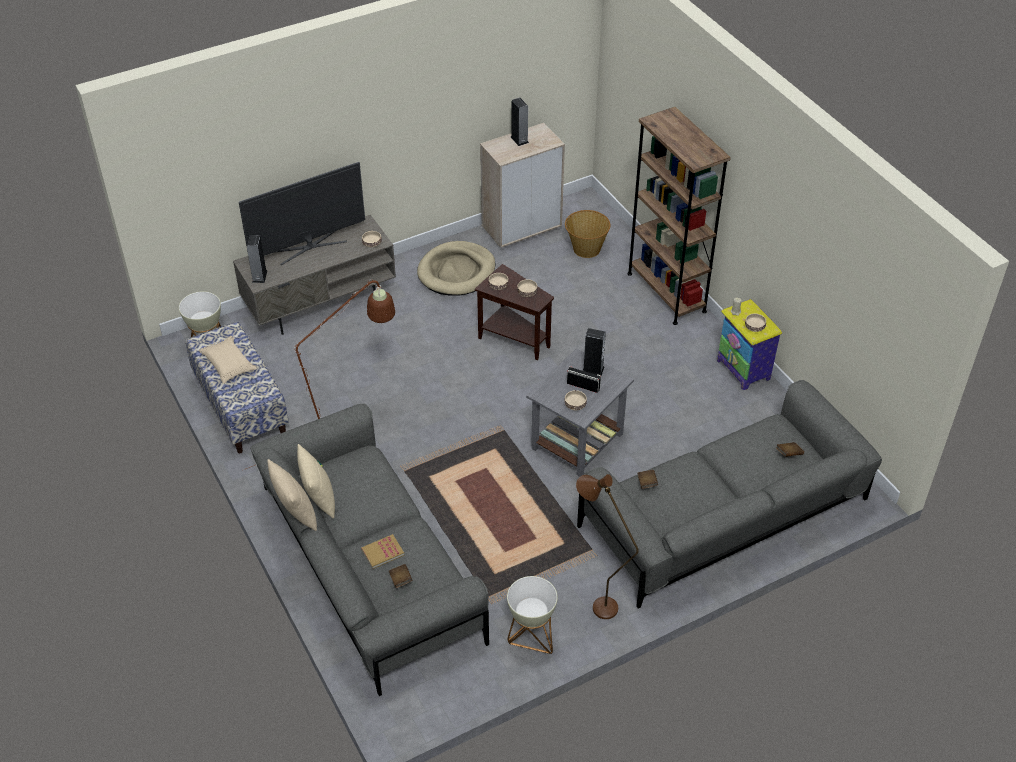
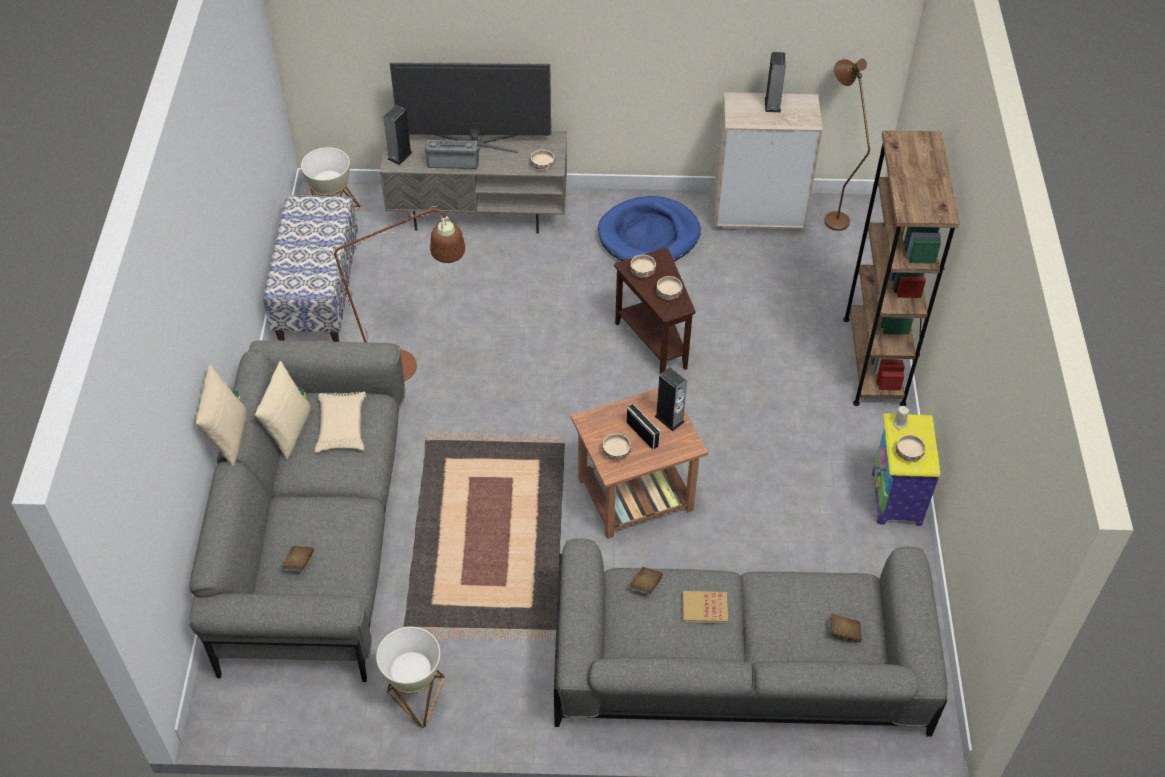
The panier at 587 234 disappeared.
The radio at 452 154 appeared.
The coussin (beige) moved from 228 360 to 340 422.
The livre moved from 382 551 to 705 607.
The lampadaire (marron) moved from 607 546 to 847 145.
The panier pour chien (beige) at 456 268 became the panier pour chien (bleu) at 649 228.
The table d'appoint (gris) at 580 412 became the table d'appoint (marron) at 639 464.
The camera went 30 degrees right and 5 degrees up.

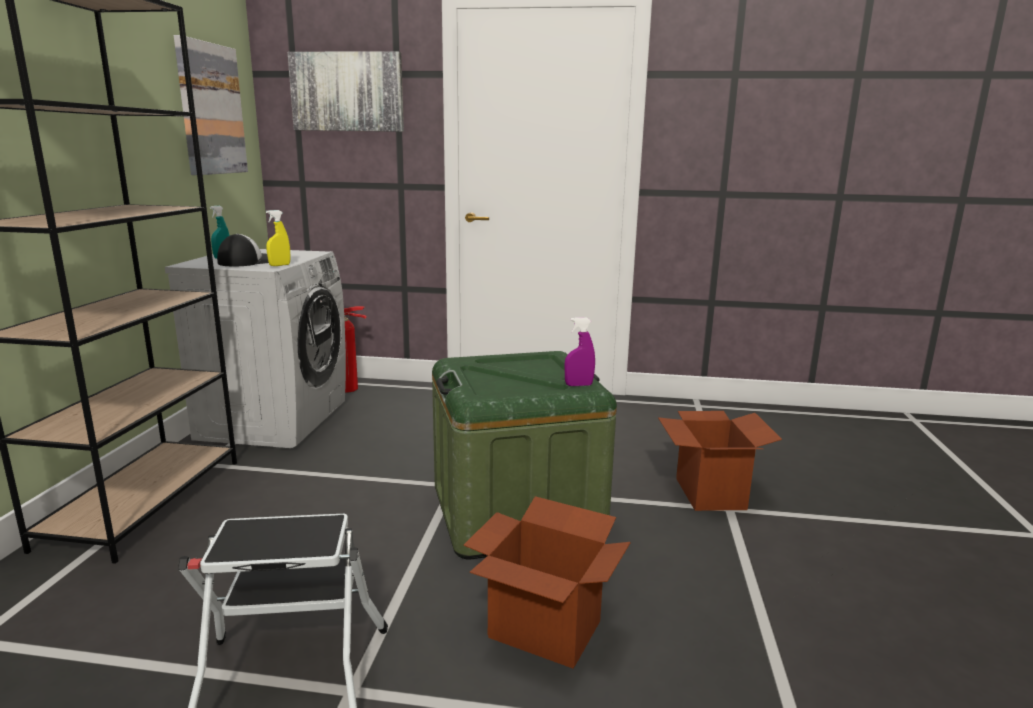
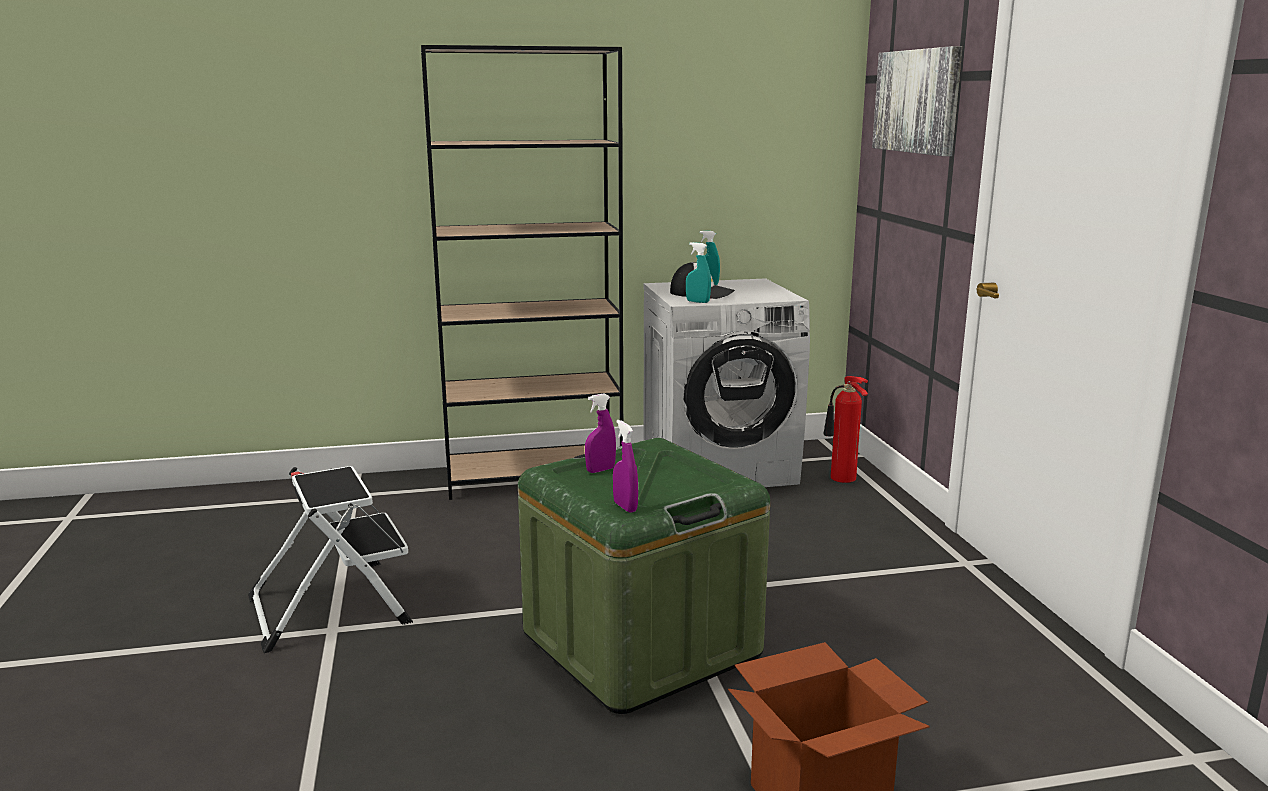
The tableau at 211 105 disappeared.
The carton at 547 582 disappeared.
The vaporisateur (violet) at 600 433 appeared.
The vaporisateur (jaune) at 278 238 became the vaporisateur (turquoise) at 698 272.
The camera went 70 degrees right and 0 degrees up.

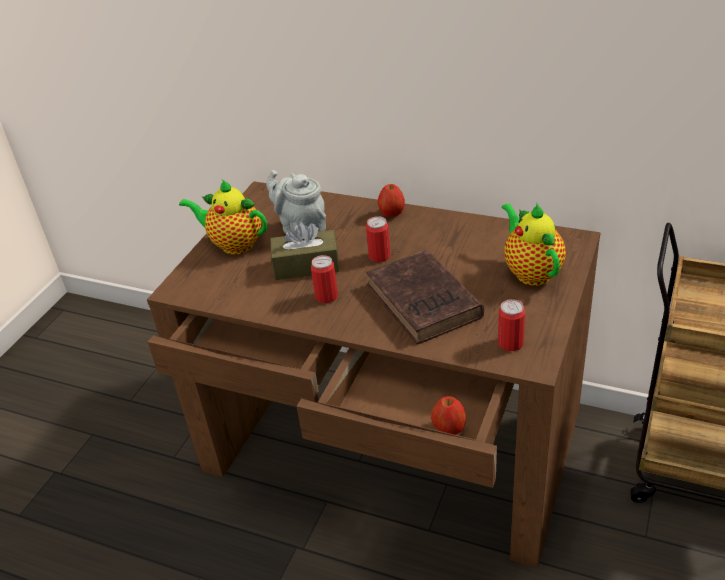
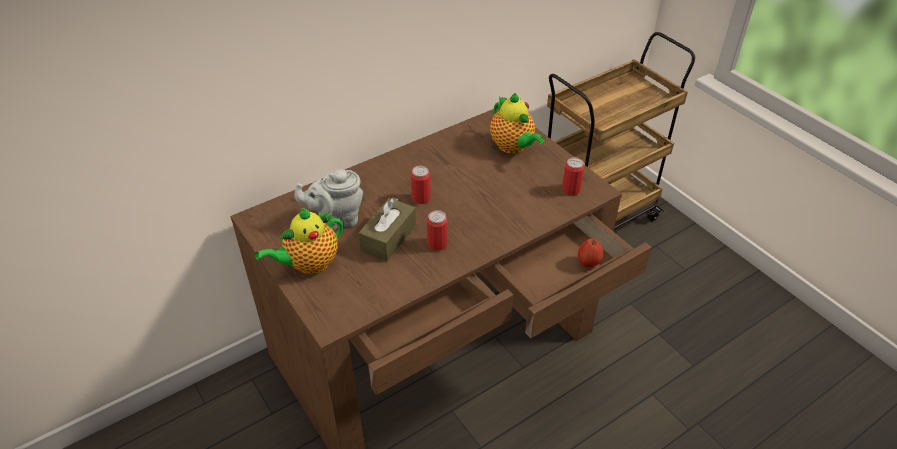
The livre (marron) at 425 297 disappeared.
The pomme at 391 200 disappeared.
The théière at 534 244 turned 135 degrees counterclockwise.
The camera went 60 degrees left and 5 degrees up.

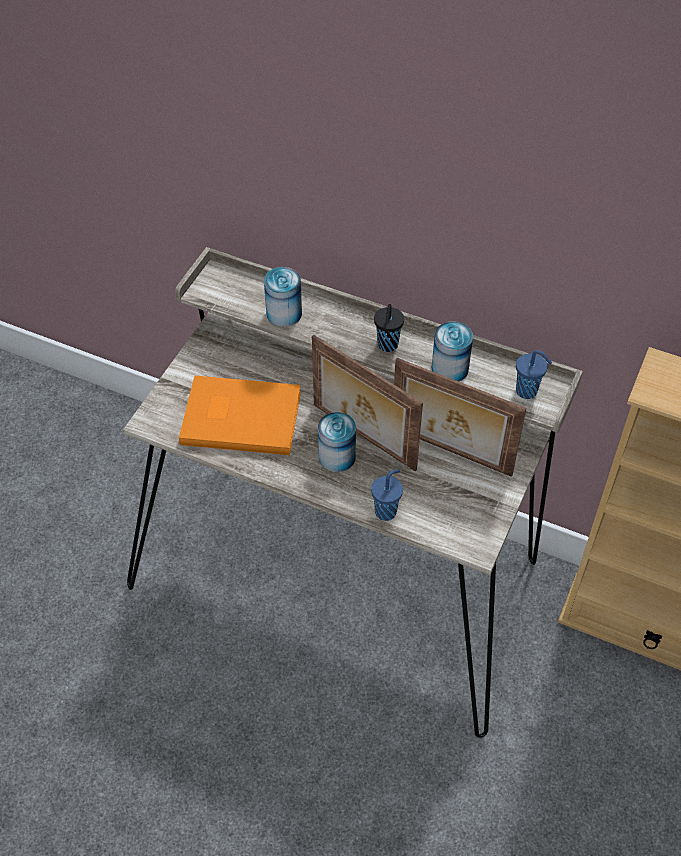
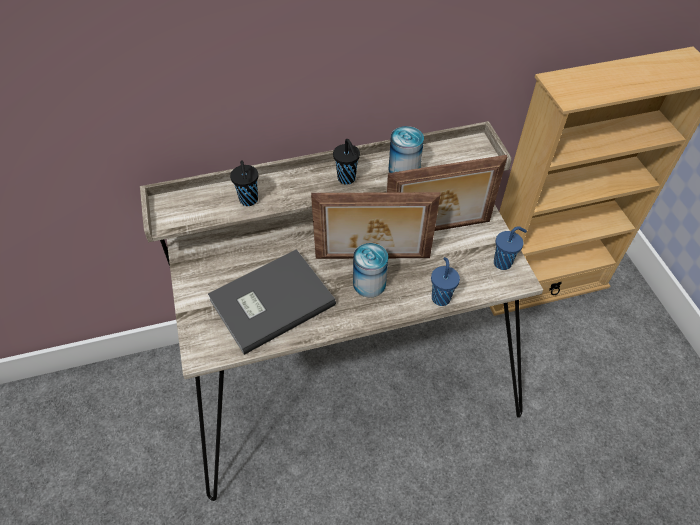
The tasse (bleu) moved from 534 374 to 510 248.
The boîte métallique at 283 297 was replaced by the tasse (noir) at 244 183.
The livre (orange) at 240 415 became the livre (gris) at 272 302.
The camera went 40 degrees left and 0 degrees up.

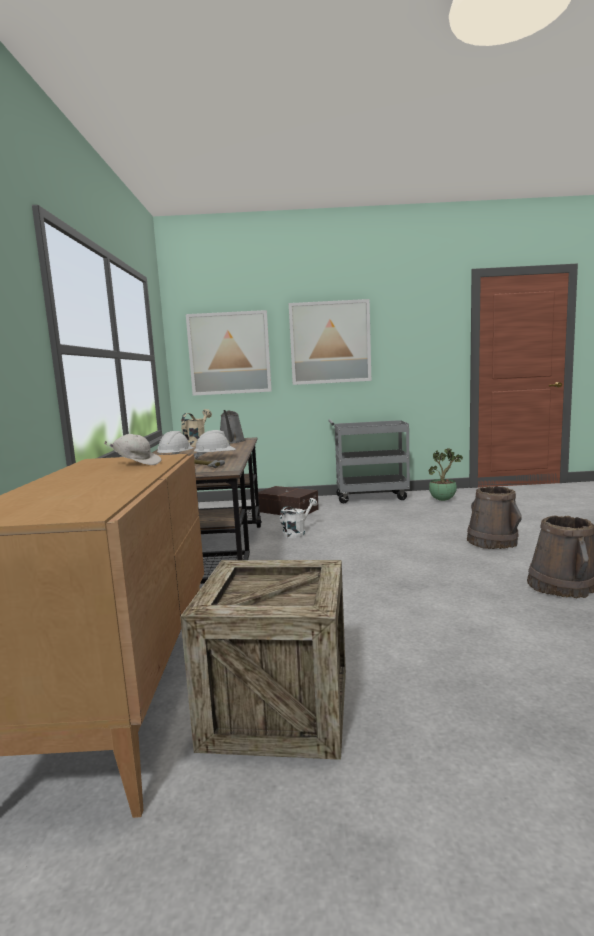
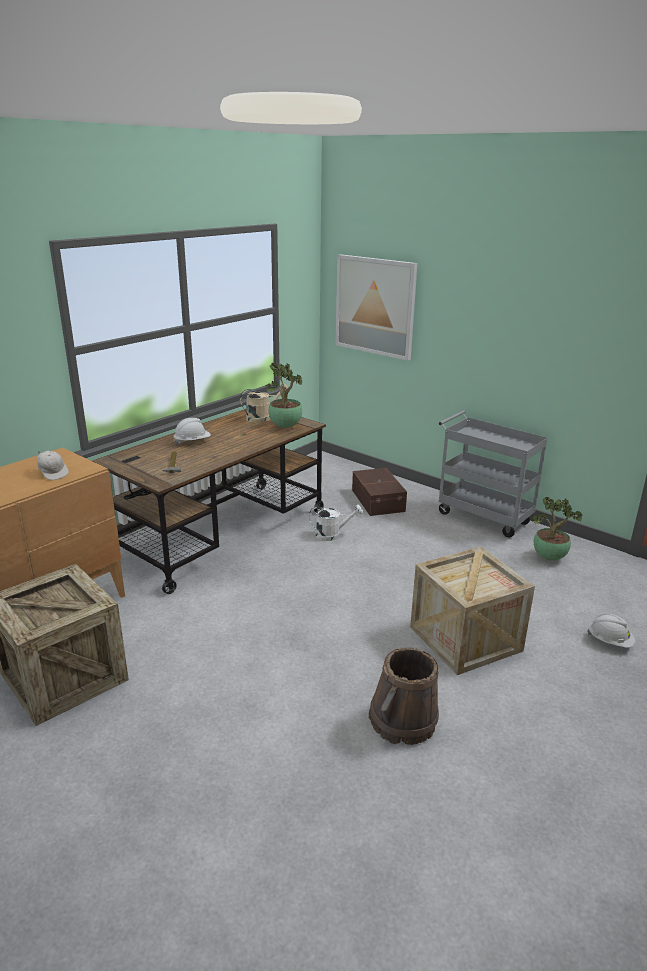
The tableau at 330 342 disappeared.
The casque de chantier (blanc) moved from 215 444 to 611 631.
The arrosoir (gris) at 232 427 was replaced by the plante en pot at 283 395.
The seau (marron) at 494 517 was replaced by the caisse at 472 611.
The camera went 40 degrees right and 15 degrees up.

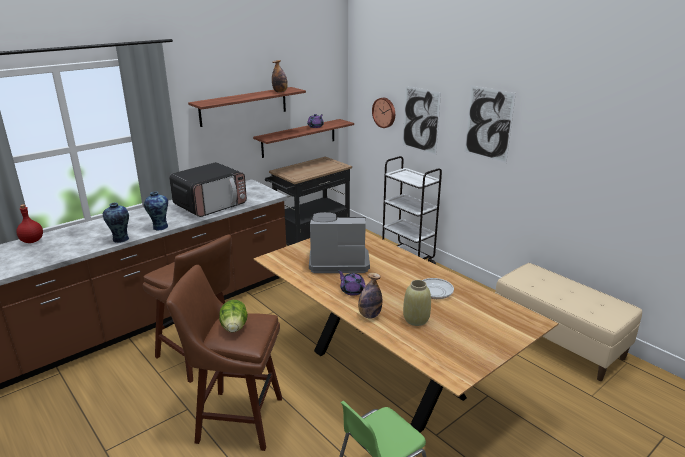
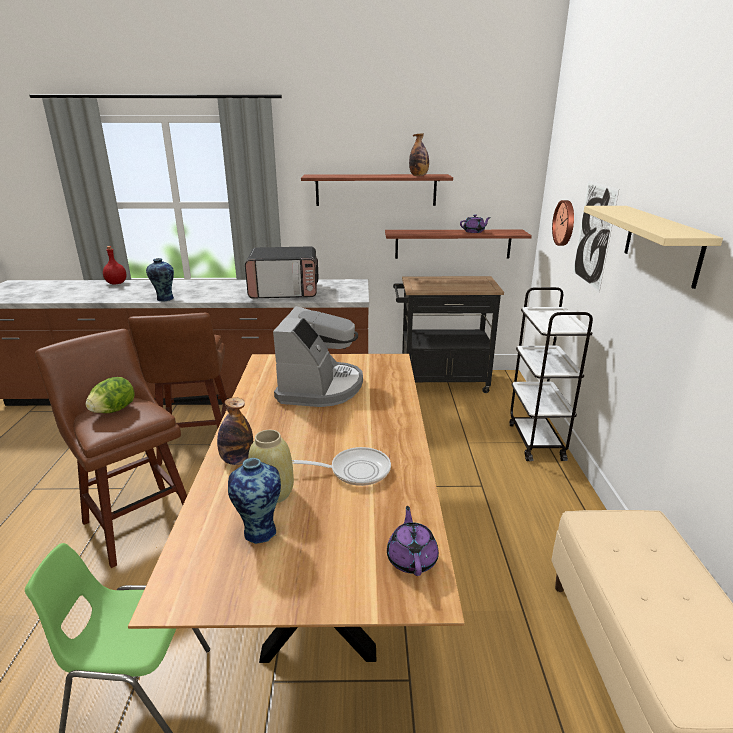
The vase moved from 156 211 to 254 501.
The théière (violet) moved from 352 283 to 413 541.
The tableau at 490 124 was replaced by the étagère (beige) at 653 247.
The machine à café at 339 242 turned 60 degrees clockwise.
The camera went 40 degrees right and 0 degrees up.

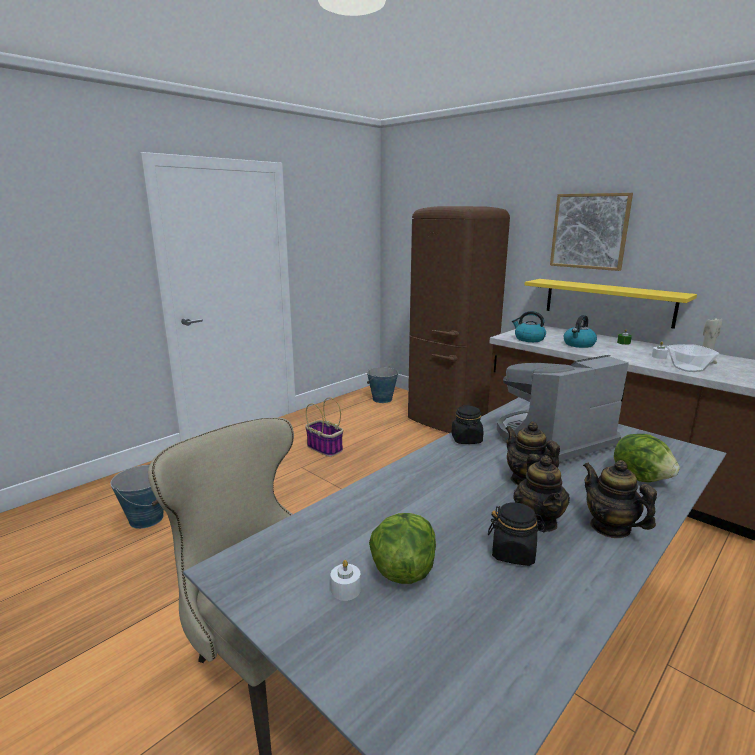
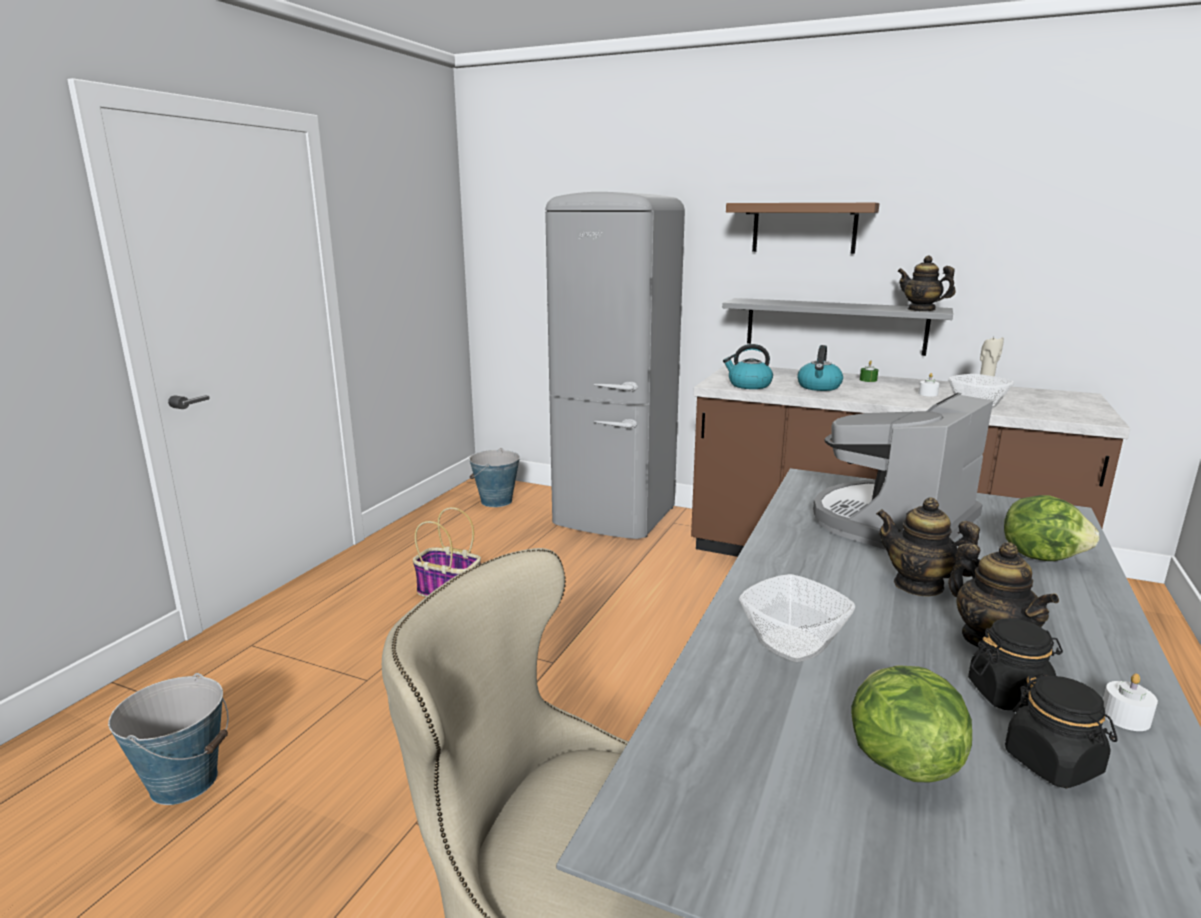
The bol at 797 618 appeared.
The bougie (blanc) moved from 346 580 to 1130 702.
The bocal (noir) moved from 467 424 to 1061 730.
The théière moved from 620 499 to 926 283.
The tableau at 591 232 was replaced by the étagère (marron) at 802 228.
The réfrigérateur (marron) at 459 319 became the réfrigérateur (gris) at 615 365.
The étagère (jaune) at 611 304 became the étagère (gris) at 837 327.
The camera went 20 degrees left and 0 degrees up.

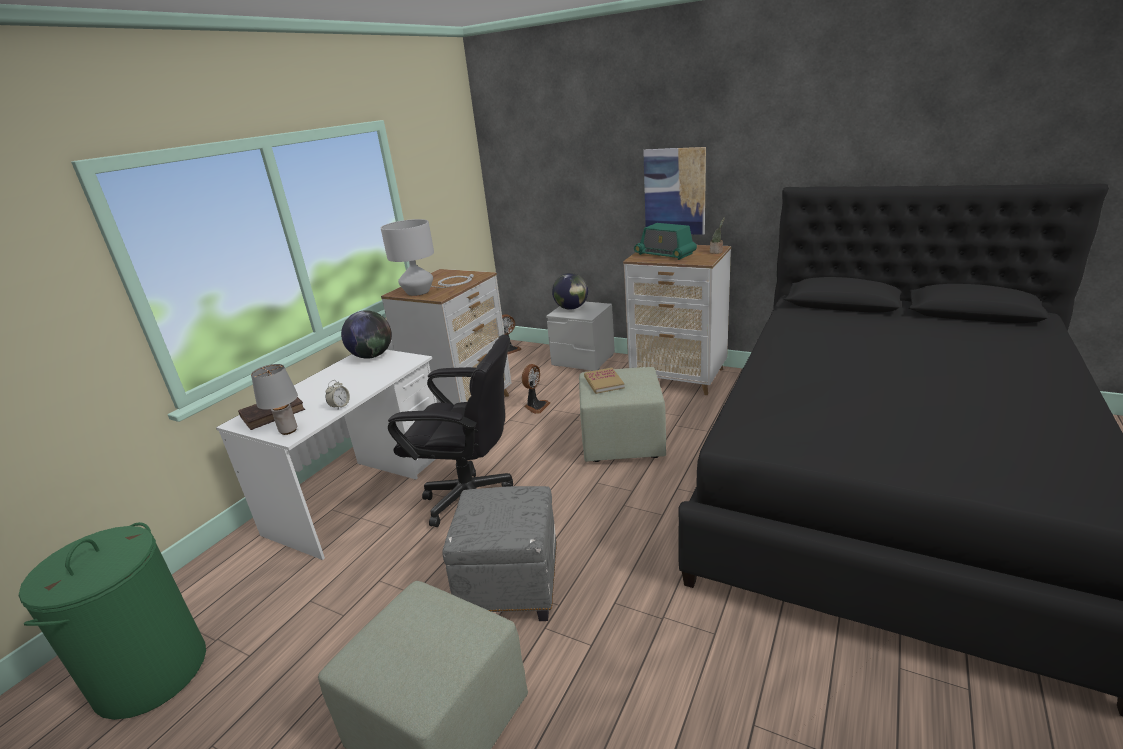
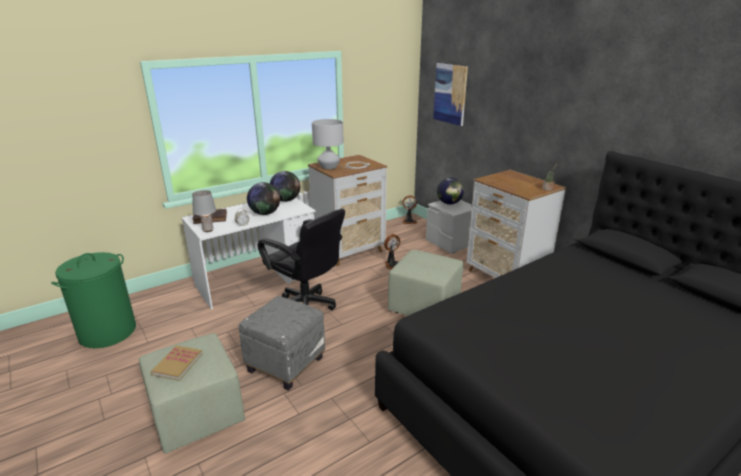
The radio at 665 241 disappeared.
The globe at 263 198 appeared.
The livre moved from 604 381 to 177 363.
The tableau moved from 674 191 to 450 94.
The camera went 25 degrees right and 0 degrees up.

